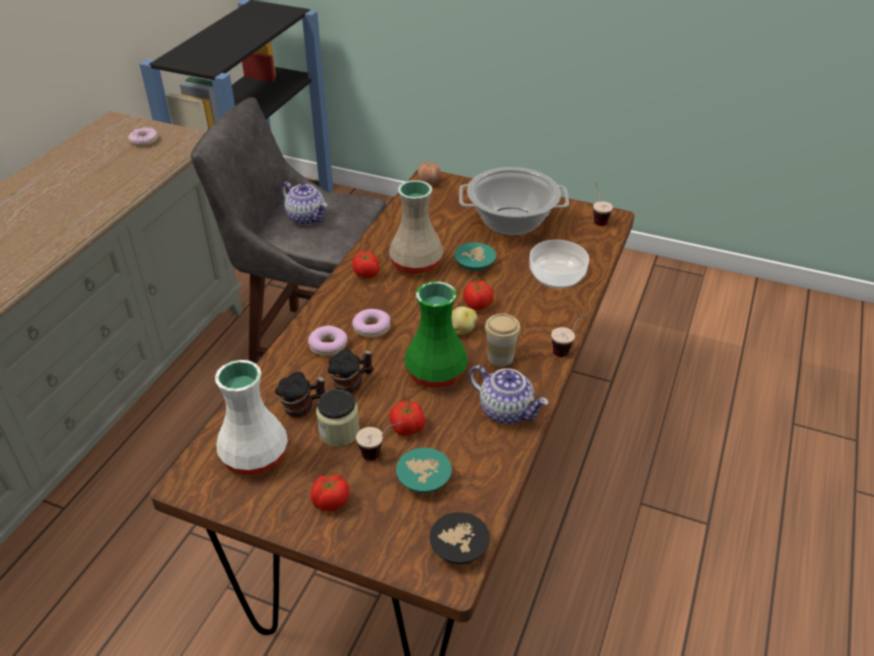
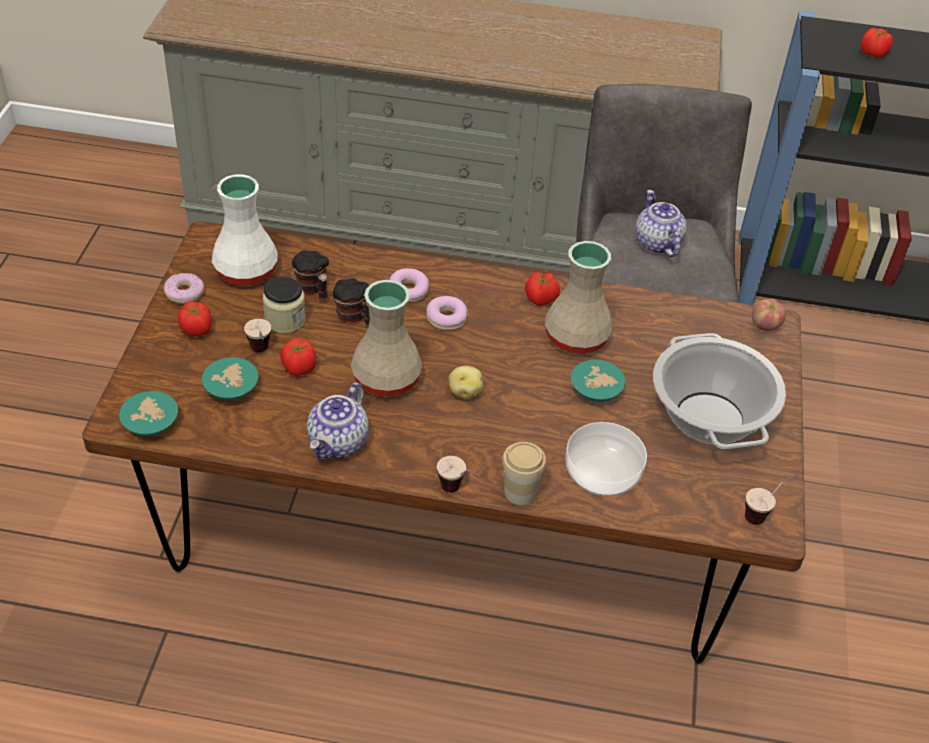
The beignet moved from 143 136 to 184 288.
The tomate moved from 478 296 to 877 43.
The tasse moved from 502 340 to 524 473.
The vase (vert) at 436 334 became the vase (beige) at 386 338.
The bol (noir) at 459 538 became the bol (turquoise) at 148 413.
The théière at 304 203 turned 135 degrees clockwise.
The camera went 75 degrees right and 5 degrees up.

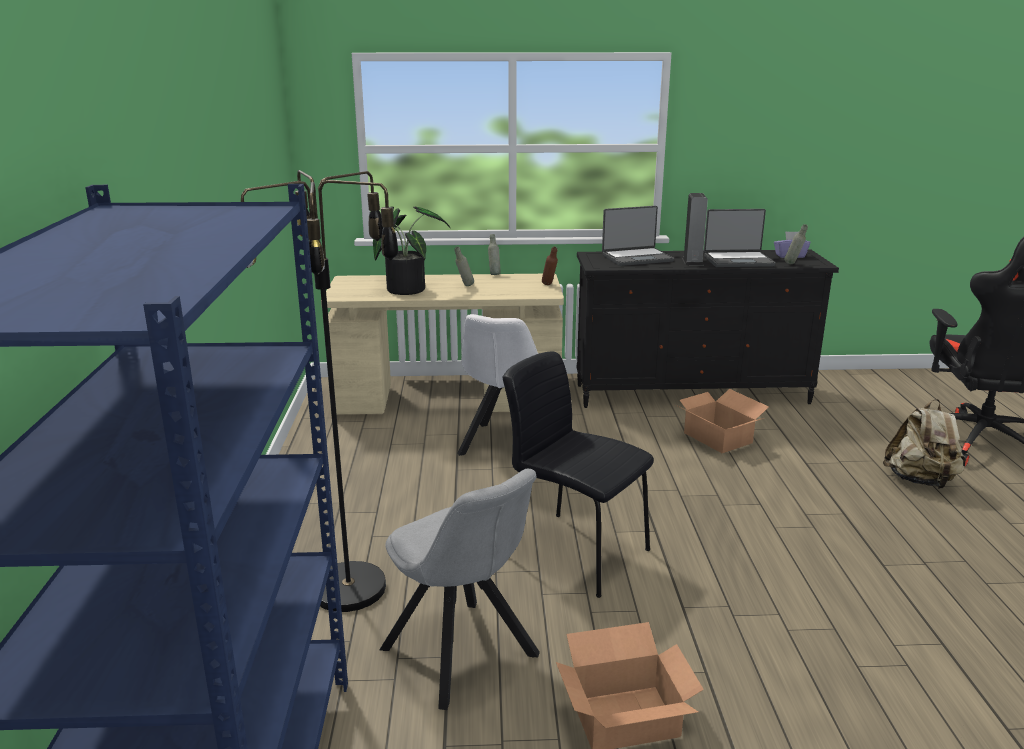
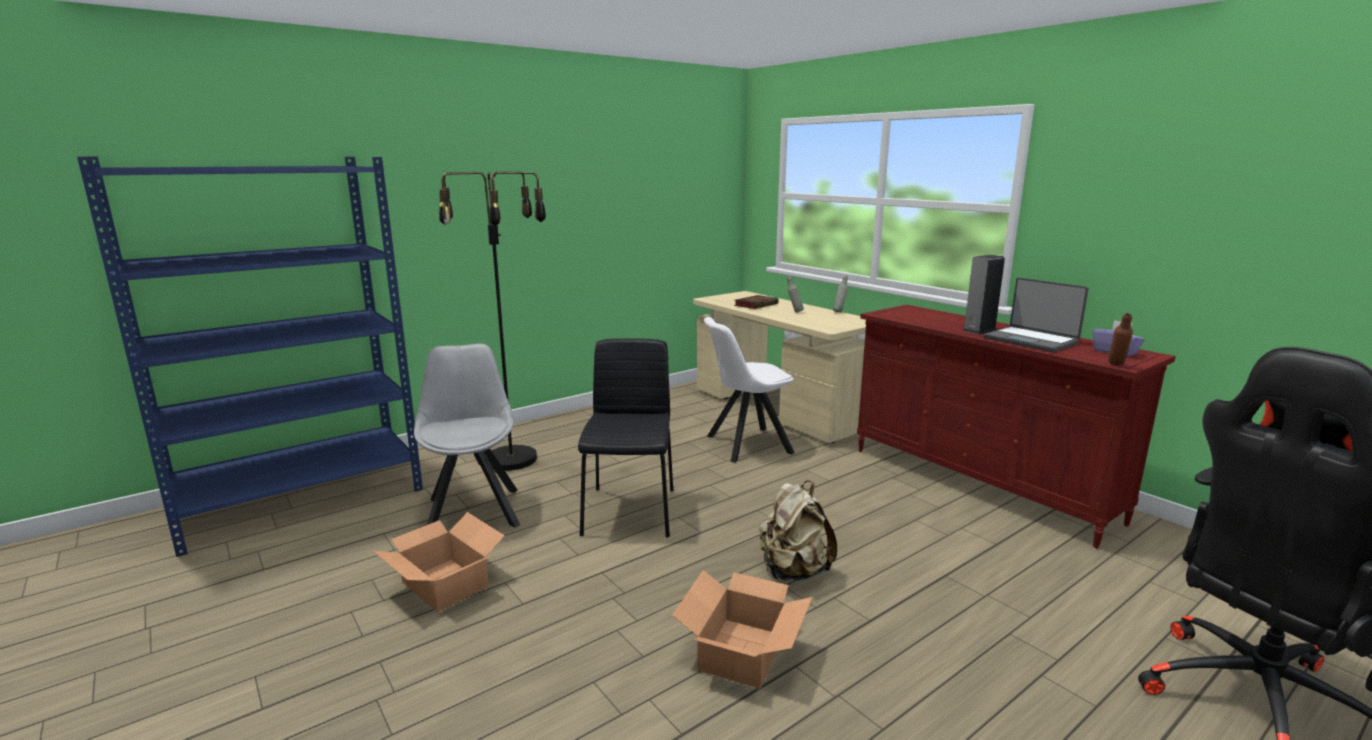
The ordinateur portable at 638 236 disappeared.
The bouteille (gris) at 796 244 disappeared.
The bouteille (marron) moved from 550 265 to 1120 339.
The carton moved from 721 421 to 742 629.
The sac à dos (beige) moved from 924 444 to 798 531.
The plante en pot at 411 250 was replaced by the livre at 756 302.
The commode (noir) at 708 329 became the commode (rouge) at 1016 427.
The chaise (gris) at 460 589 turned 150 degrees clockwise.
The camera went 55 degrees right and 5 degrees down.

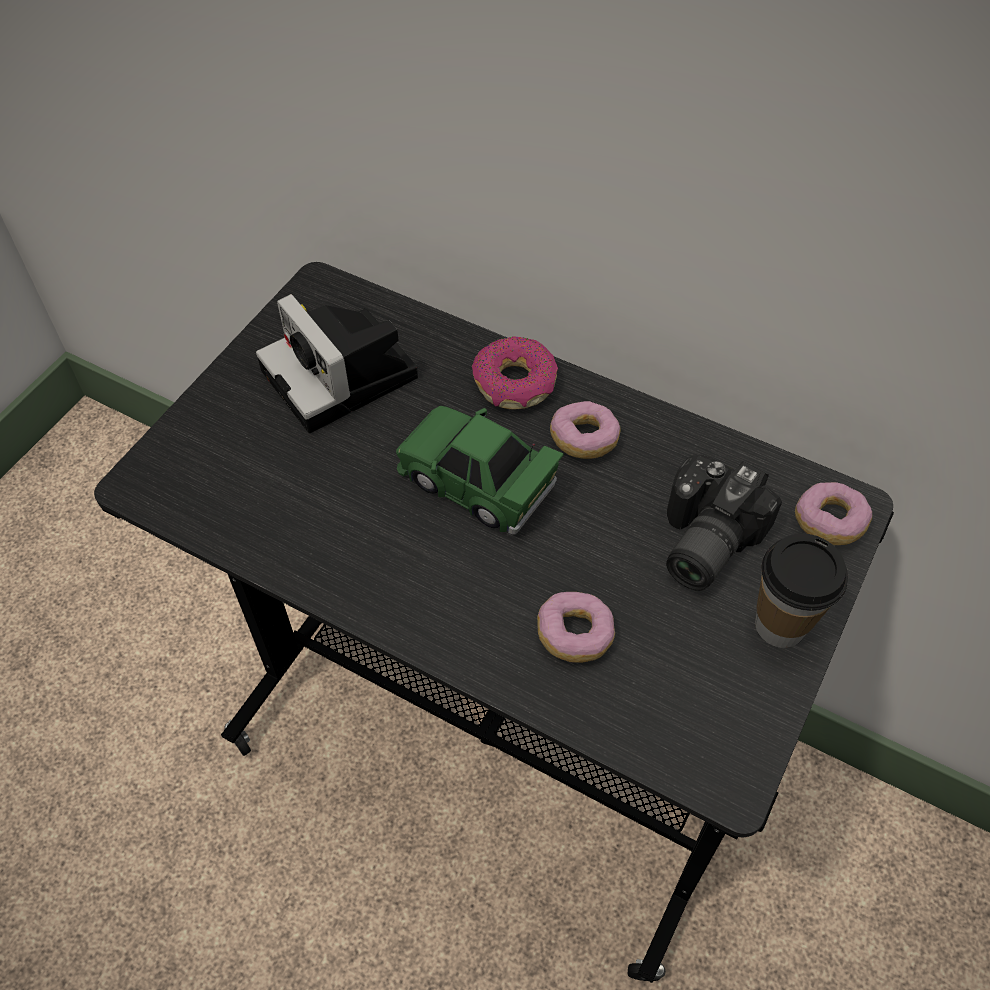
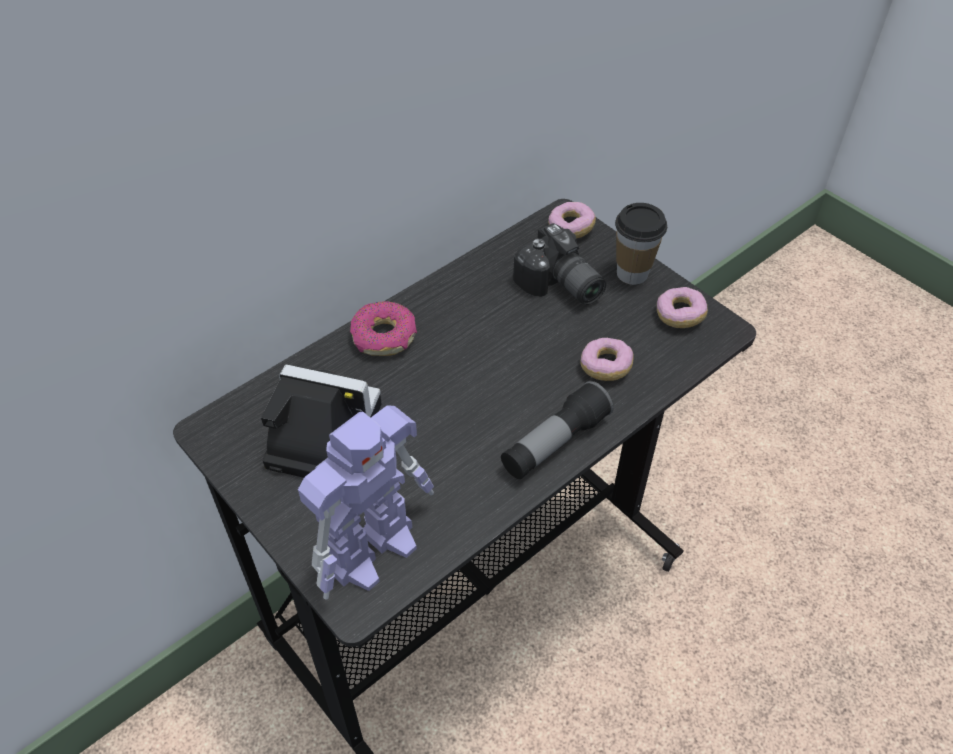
The petite voiture (vert) at 480 470 disappeared.
The robot jouet at 366 502 appeared.
The lampe de poche at 557 430 appeared.
The beignet moved from 585 430 to 682 307.
The appareil photo at 337 363 turned 150 degrees counterclockwise.
The camera went 70 degrees left and 5 degrees down.

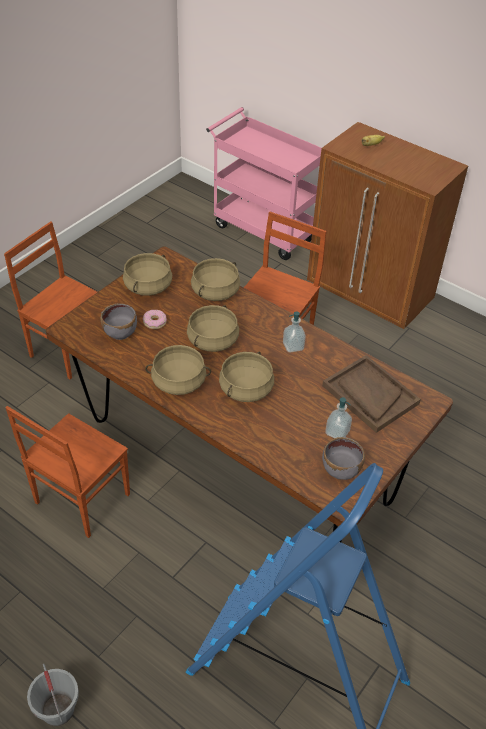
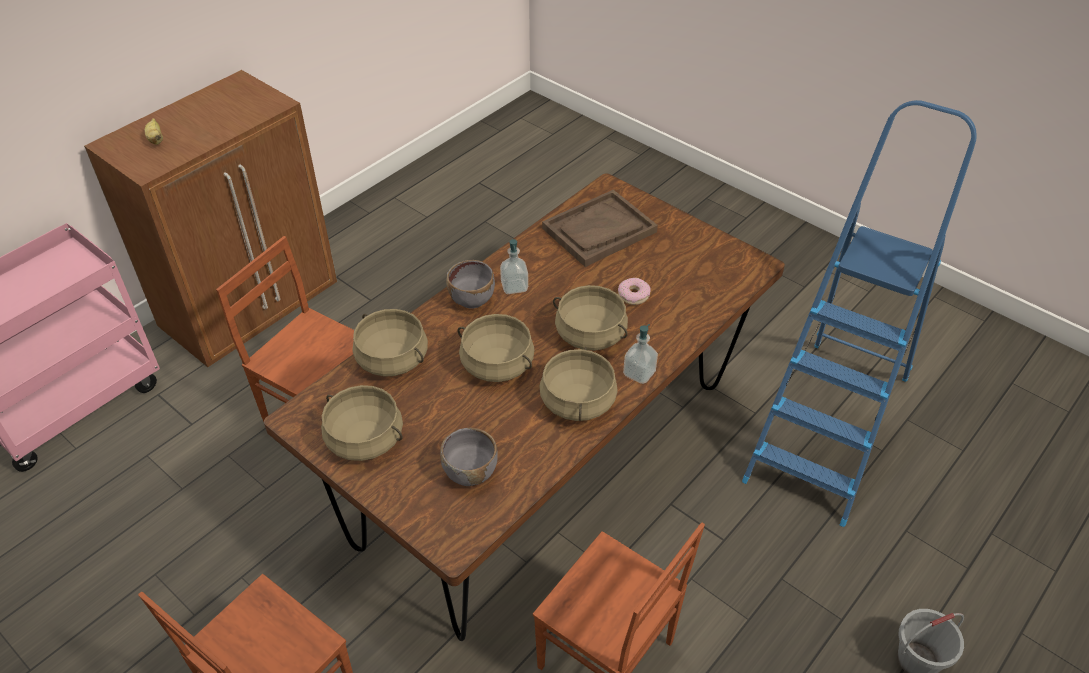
The beignet moved from 155 319 to 634 291.
The bol (gris) moved from 343 458 to 470 284.
The distributeur de savon moved from 338 417 to 640 354.
The camera went 85 degrees left and 0 degrees up.

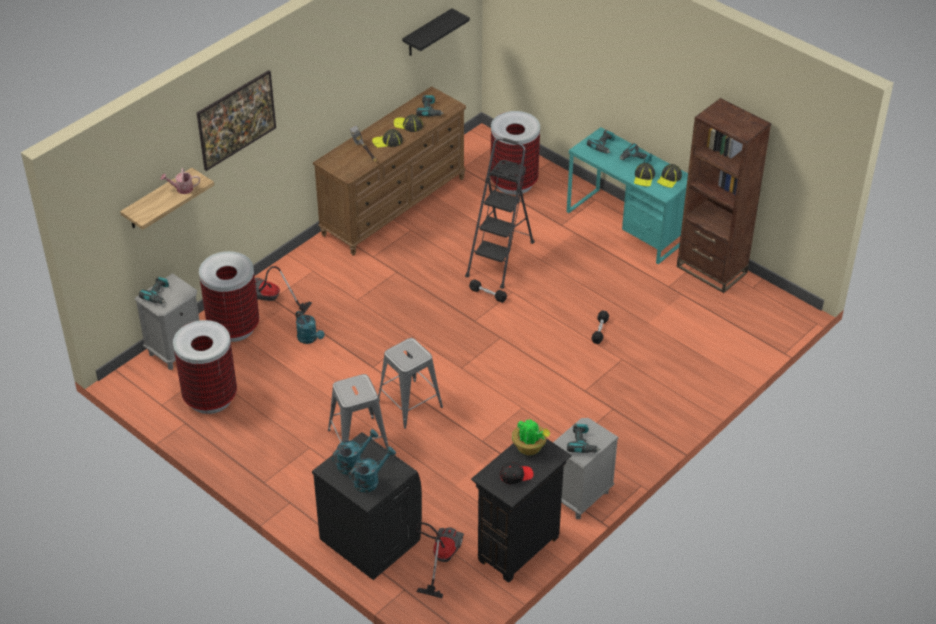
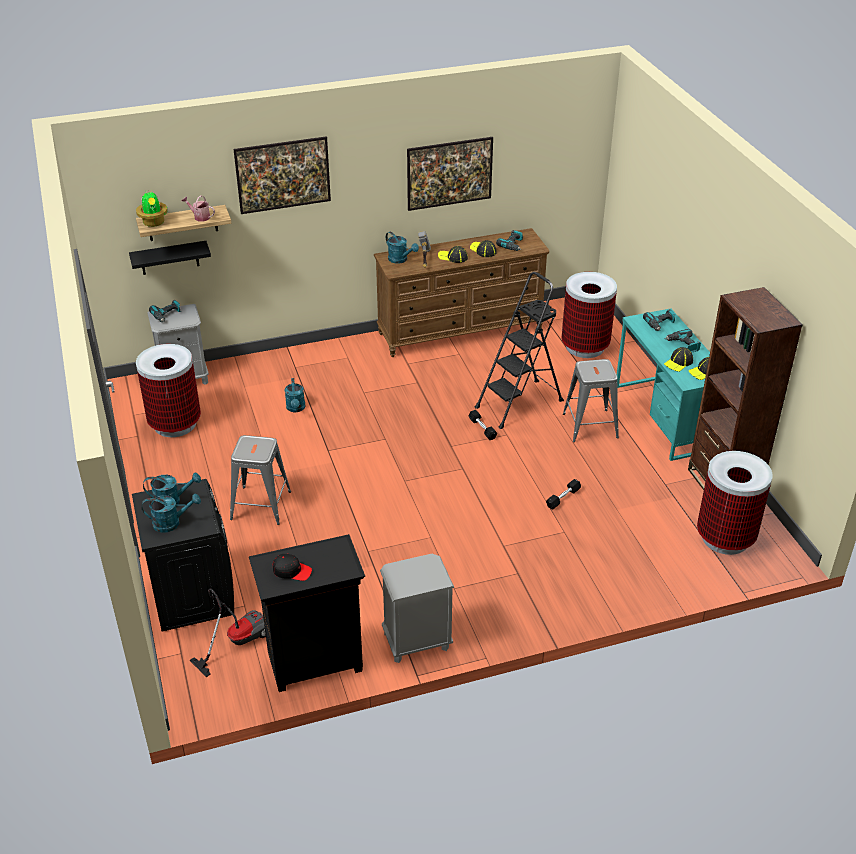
The aspirateur at 283 291 disappeared.
The perceuse at 584 438 disappeared.
The arrosoir (turquoise) at 402 248 appeared.
The tableau at 450 174 appeared.
The poubelle moved from 229 296 to 735 503.
The tabouret (gris) moved from 410 383 to 591 400.
The étagère (noir) moved from 436 32 to 170 258.
The plante en pot moved from 531 436 to 152 208.
The camera went 30 degrees right and 5 degrees down.

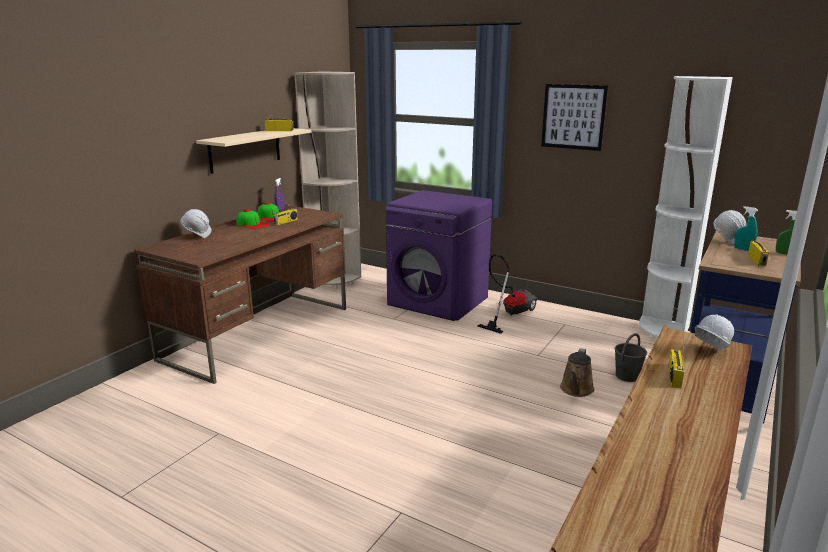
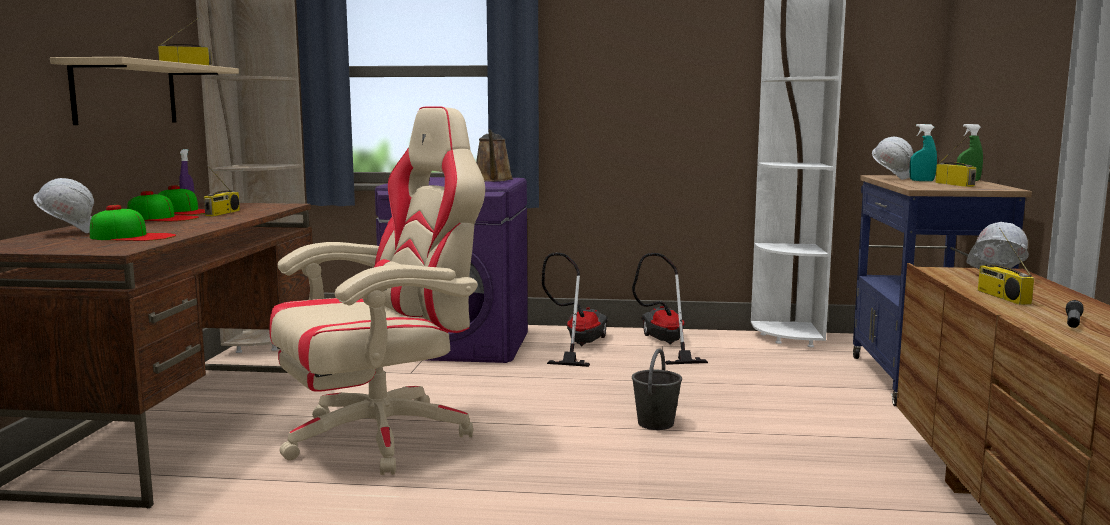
The tableau at 574 117 disappeared.
The casquette at 133 223 appeared.
The chaise de bureau (beige) at 377 290 appeared.
The aspirateur at 670 309 appeared.
The lampe de poche at 1075 314 appeared.
The arrosoir (marron) moved from 577 372 to 494 155.
The seau (gris) moved from 631 357 to 657 389.
The camera went 25 degrees left and 10 degrees down.

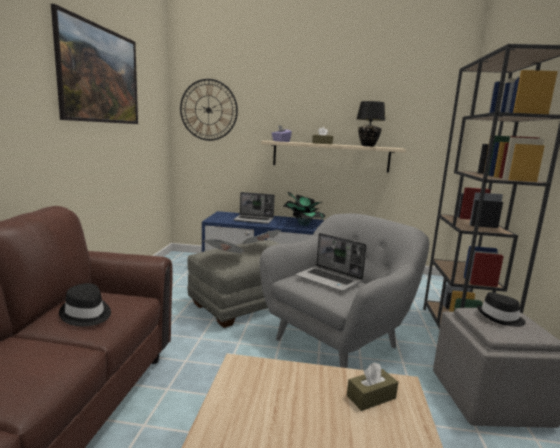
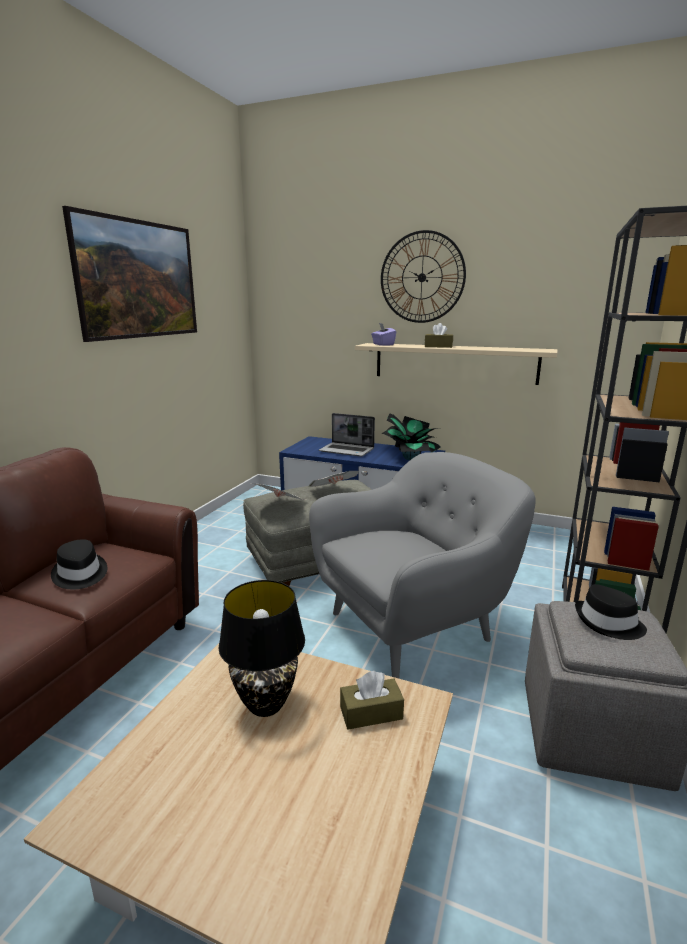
The ordinateur portable at 331 262 disappeared.
The horloge murale moved from 209 110 to 423 276.
The lampe de table (noir) moved from 371 124 to 261 648.
The camera went 15 degrees right and 5 degrees up.

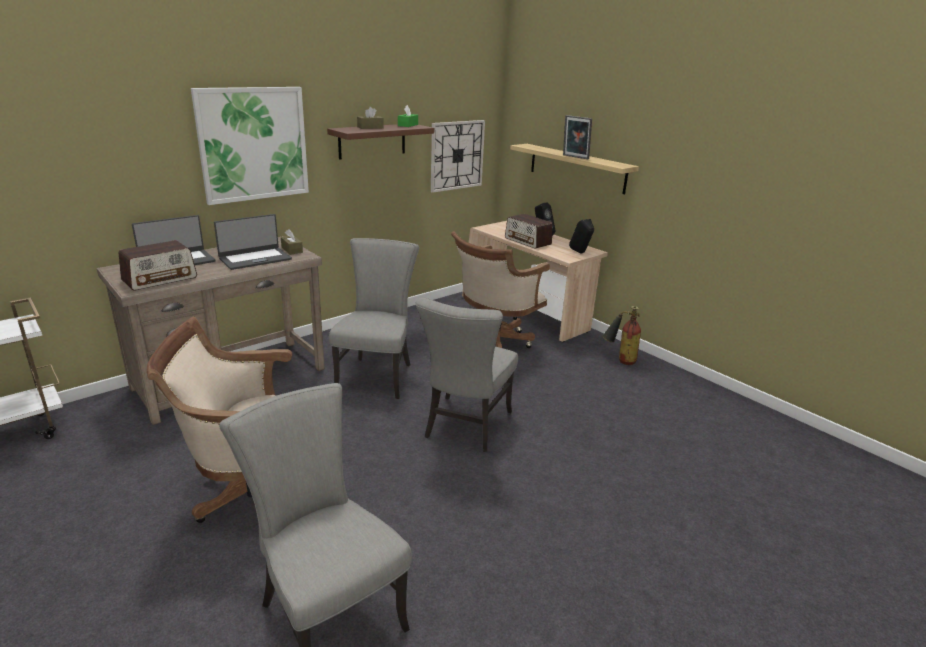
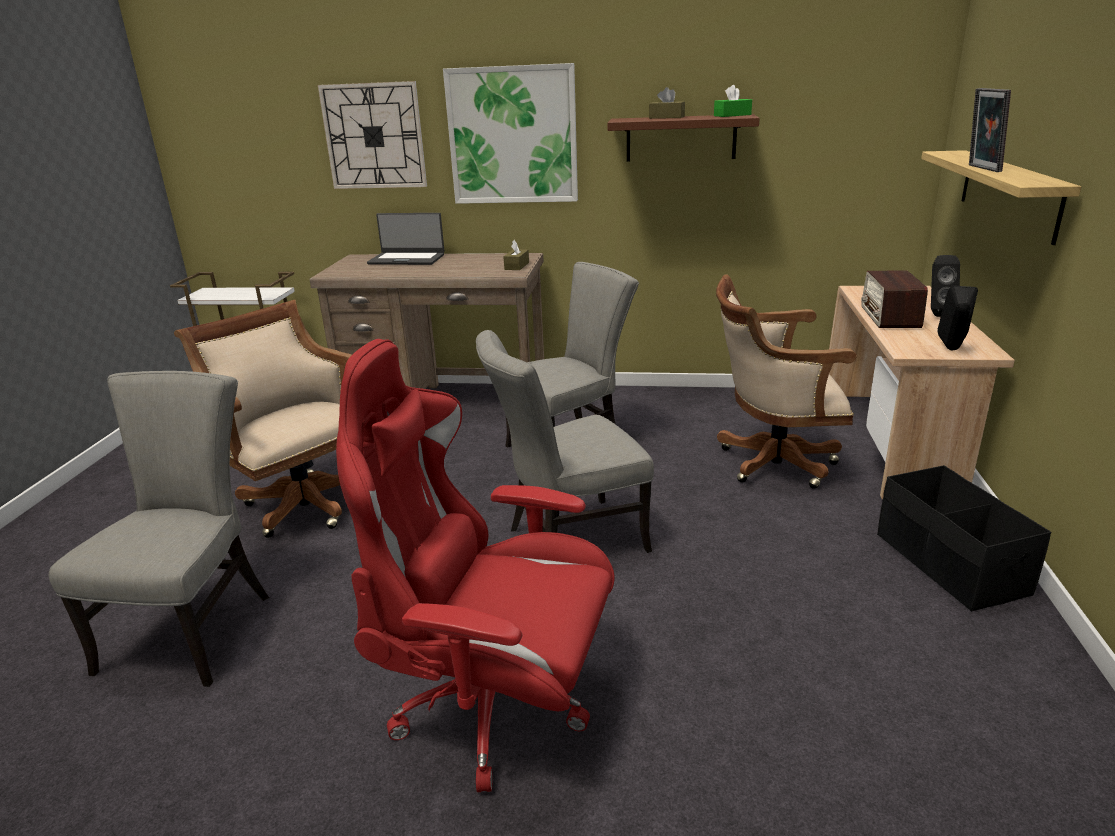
The radio at 158 265 disappeared.
The ordinateur portable at 253 242 disappeared.
The chaise de bureau (rouge) at 475 565 appeared.
The horloge murale moved from 458 156 to 372 135.
The extincteur at 622 335 was replaced by the boîte de rangement (noir) at 964 538.
The camera went 50 degrees right and 0 degrees up.

